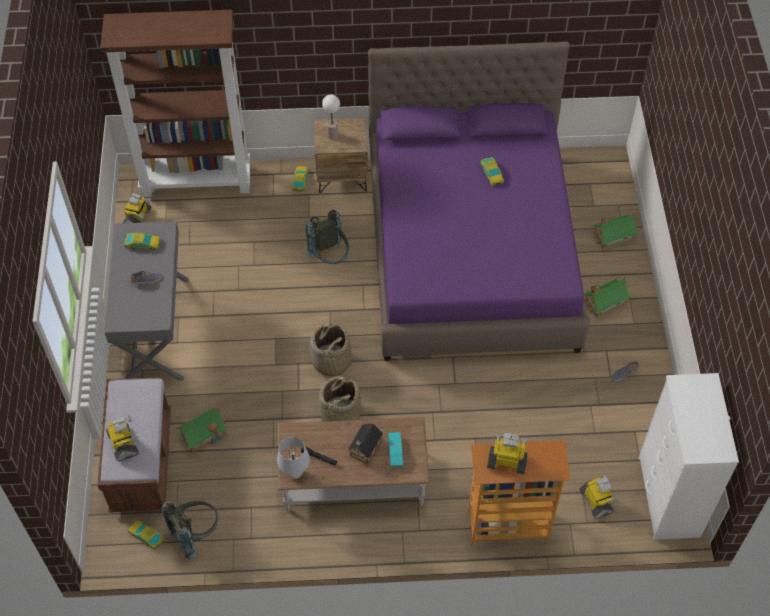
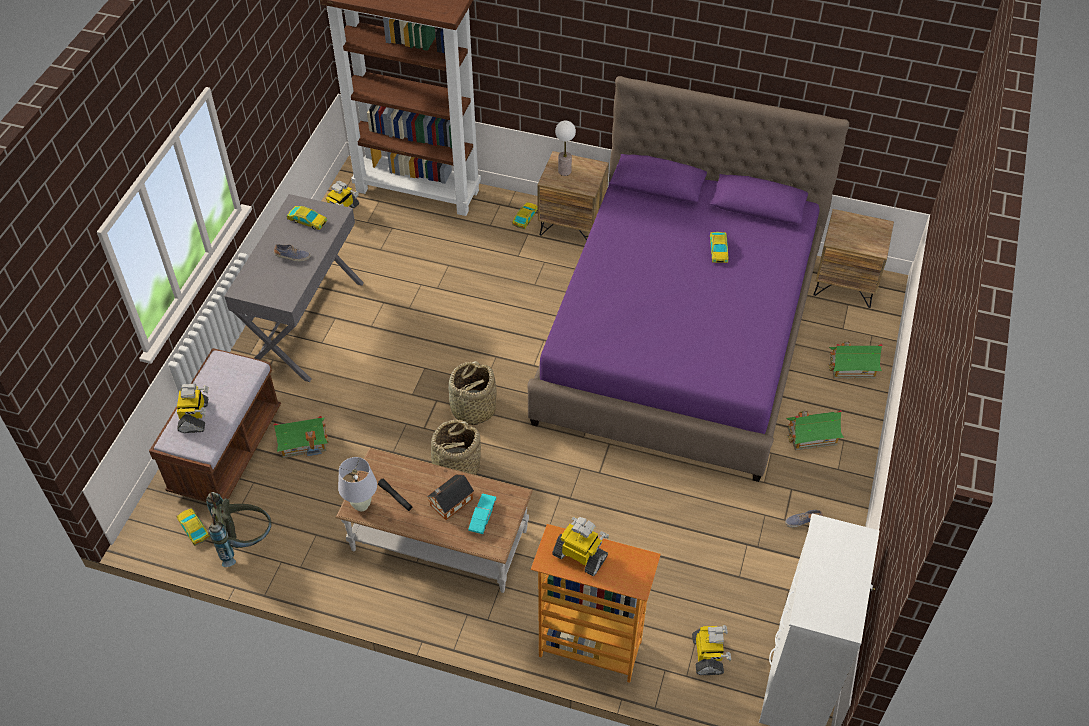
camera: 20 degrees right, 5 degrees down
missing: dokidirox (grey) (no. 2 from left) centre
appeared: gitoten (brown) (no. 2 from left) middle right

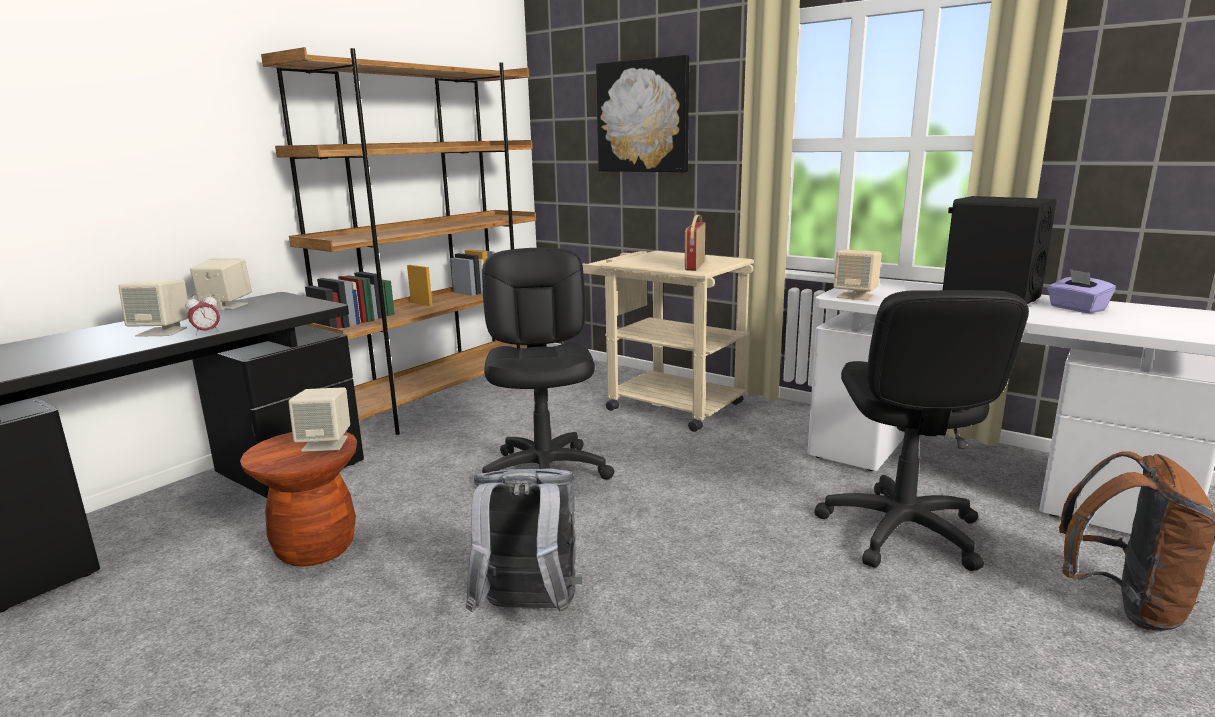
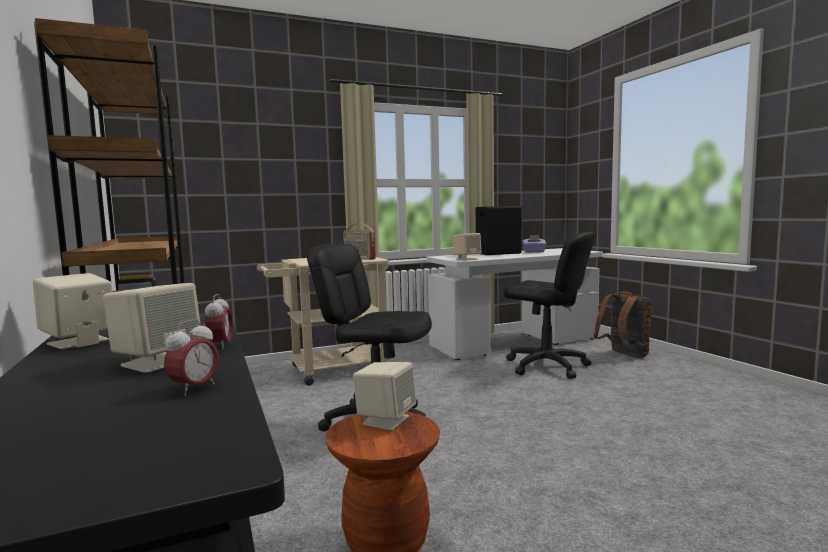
camera: 60 degrees left, 10 degrees down
missing: dokidirox (grey) bottom centre; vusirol top centre
appeared: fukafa (no. 1 from left) middle left

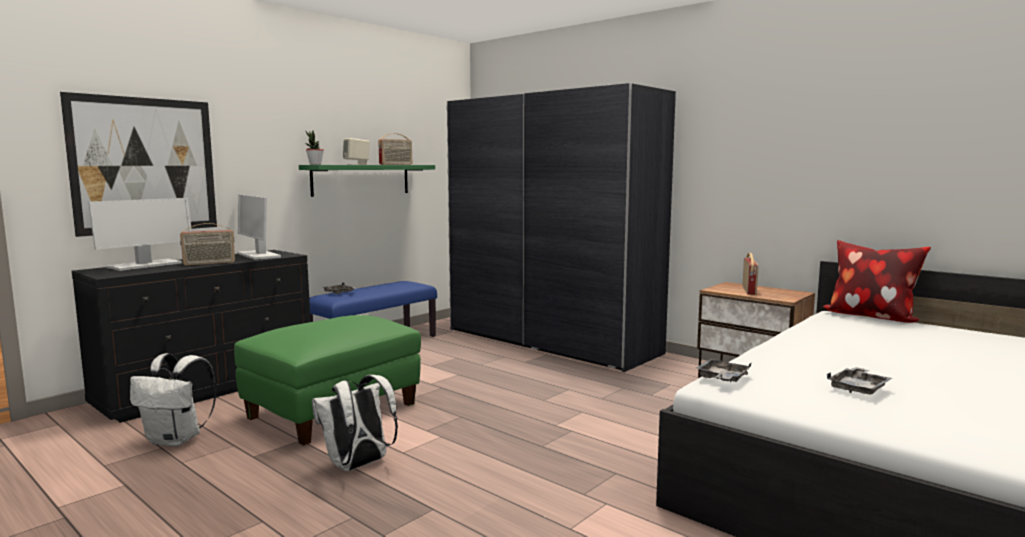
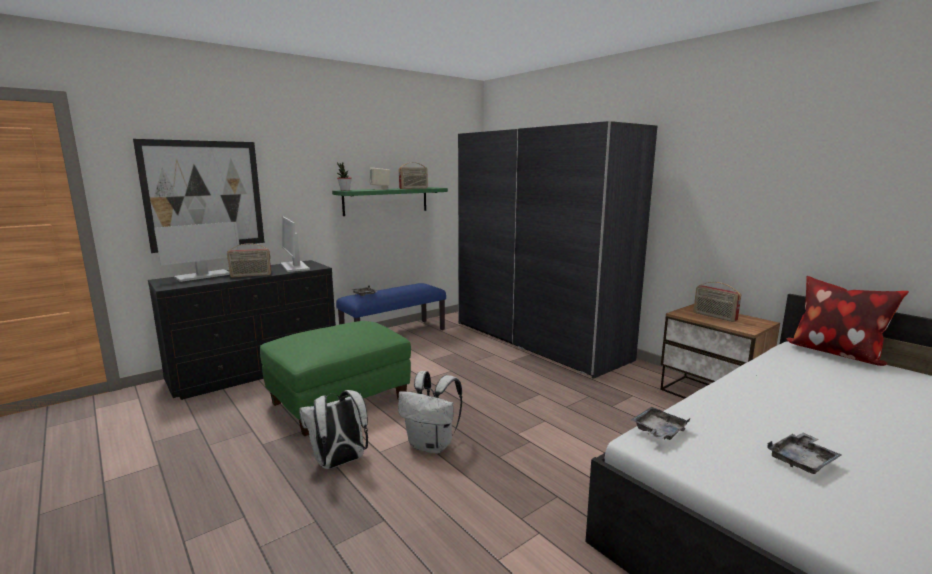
camera: 10 degrees right, 5 degrees up
relocated: dokidirox (white) (no. 1 from left in the first image) bottom left to dokidirox (white) (no. 2 from left) bottom centre
spun: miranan (no. 3 from left) middle right = middle right 120 degrees clockwise

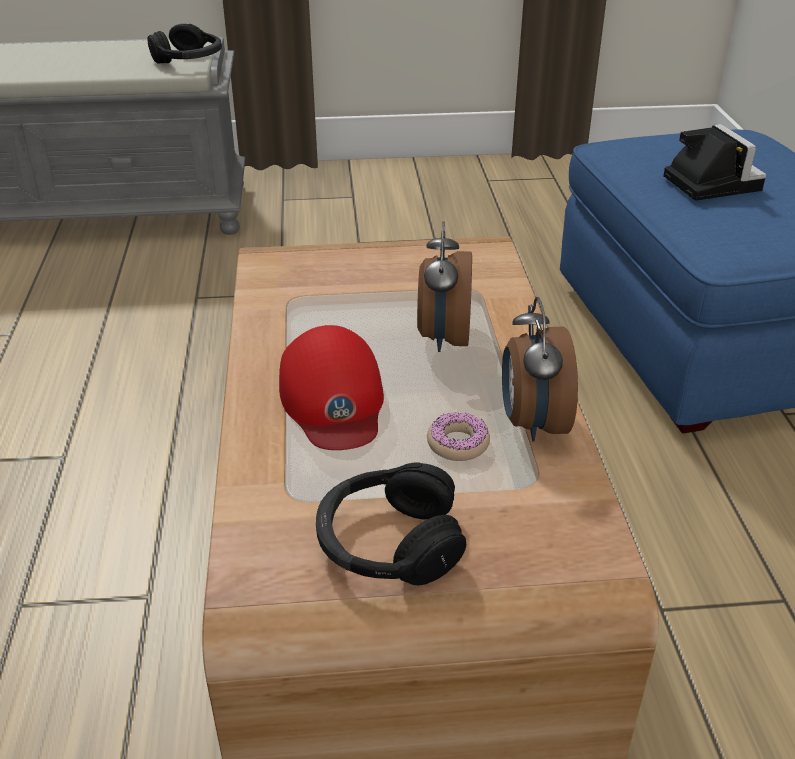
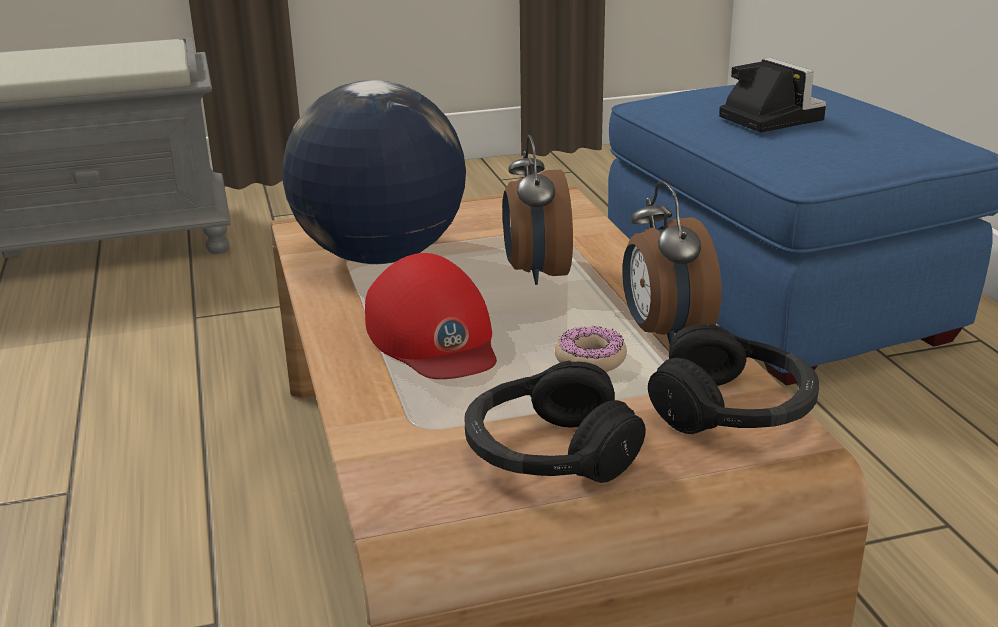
camera: 10 degrees left, 10 degrees down
appeared: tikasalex top centre
relocated: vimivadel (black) (no. 1 from left in the first image) top left to vimivadel (black) (no. 2 from left) middle right

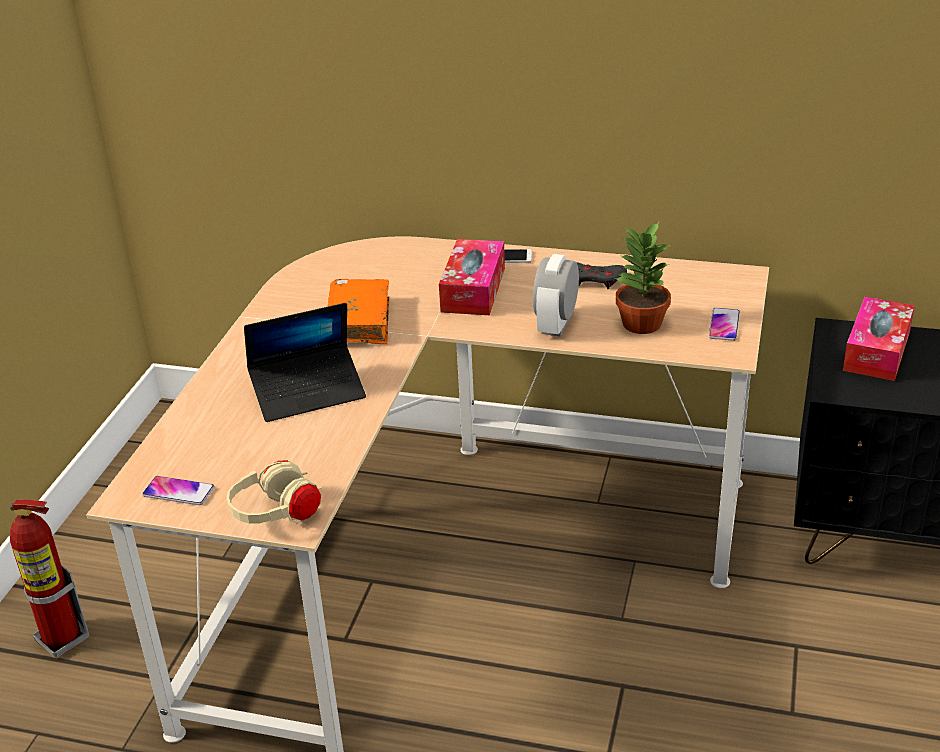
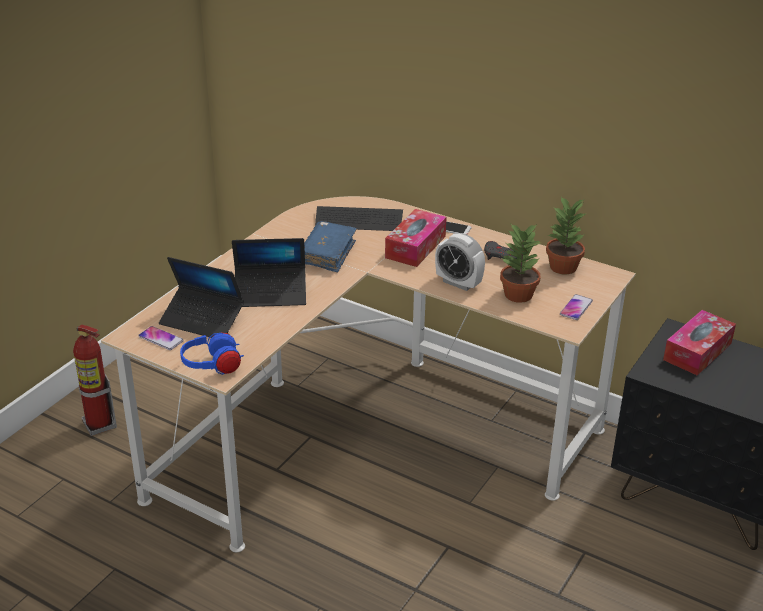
camera: 15 degrees right, 0 degrees up
appeared: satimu (no. 1 from left) middle left; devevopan centre; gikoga (no. 2 from left) middle right
colour: vimivadel (beige) middle left to vimivadel (blue) middle left; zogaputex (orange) centre to zogaputex (blue) centre
spun: fukafa centre = centre 90 degrees counterclockwise

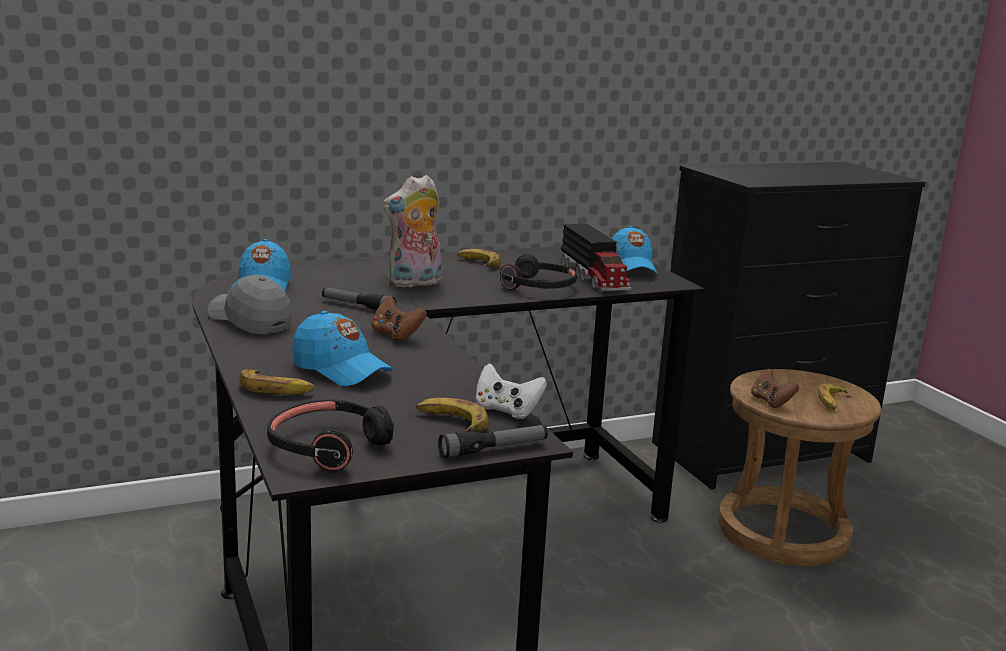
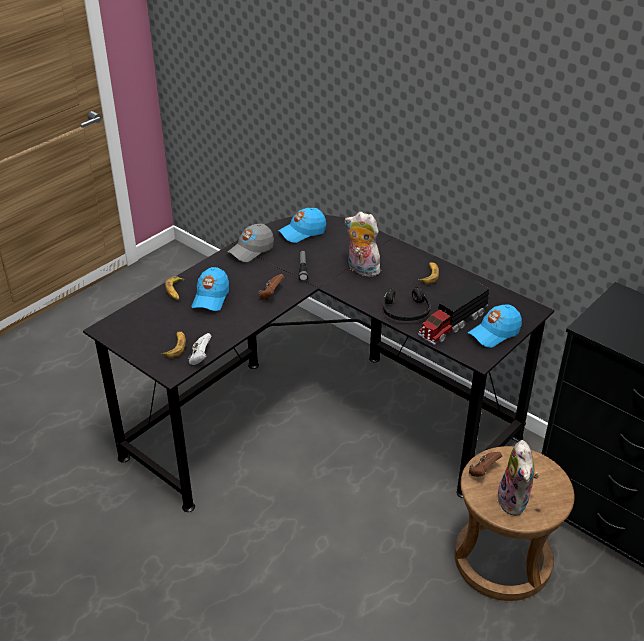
camera: 65 degrees right, 20 degrees up
missing: vimivadel (black) (no. 1 from left) bottom left; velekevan (no. 2 from left) bottom centre
exchanged: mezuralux (no. 4 from left) middle right to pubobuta (no. 2 from left) bottom right
spun: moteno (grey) middle left = centre 150 degrees counterclockwise

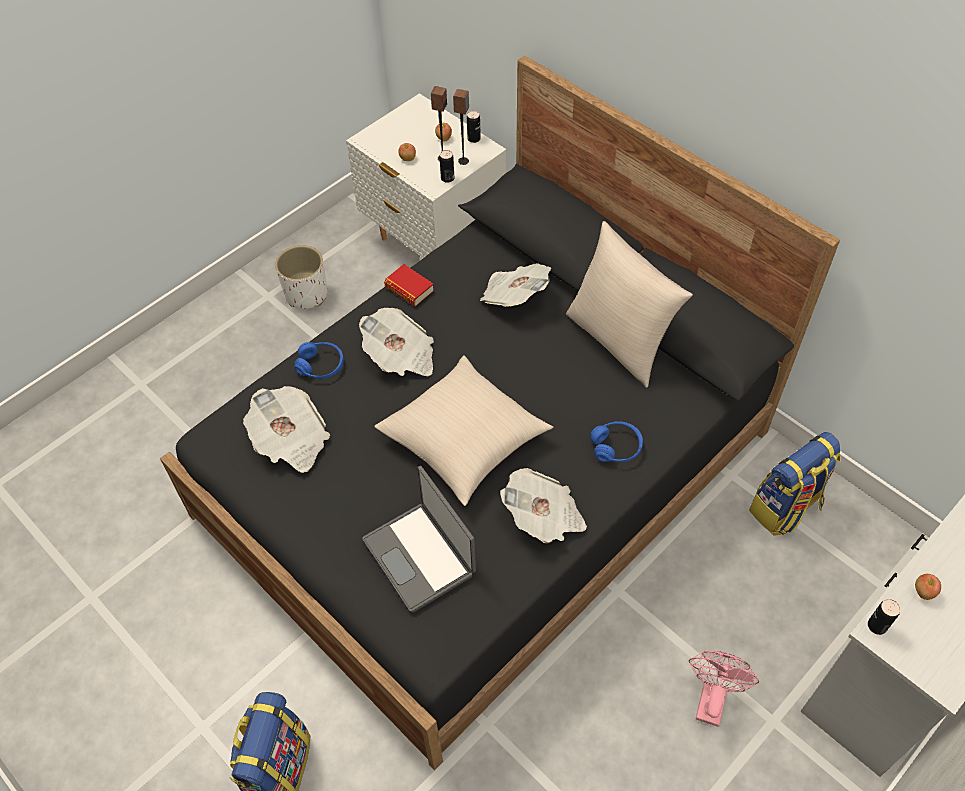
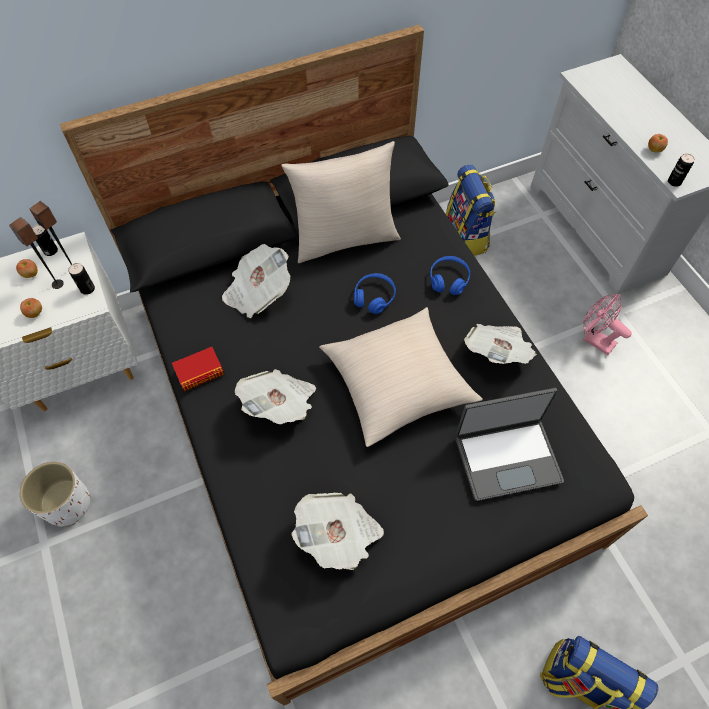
camera: 70 degrees left, 5 degrees up
relocated: vimivadel (blue) (no. 1 from left) middle left to centre

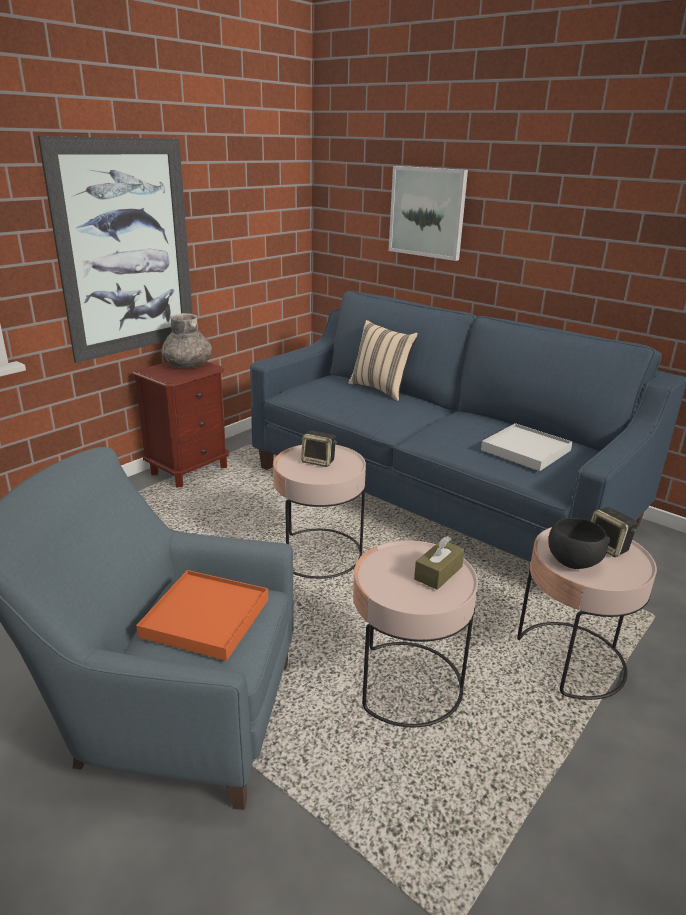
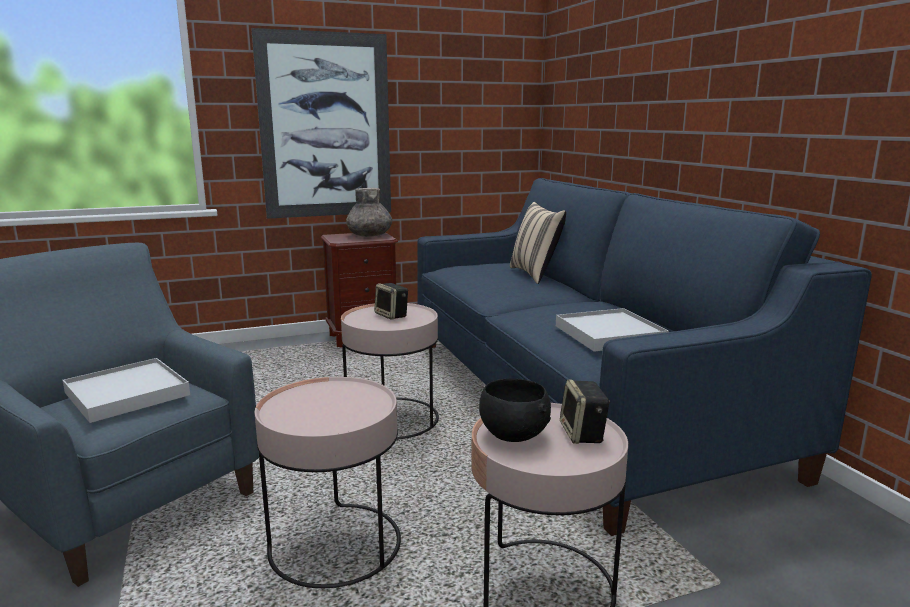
camera: 30 degrees right, 10 degrees down
missing: vusirol (no. 2 from left) top centre; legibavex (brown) centre
colour: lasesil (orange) bottom left to lasesil (white) (no. 1 from left) middle left

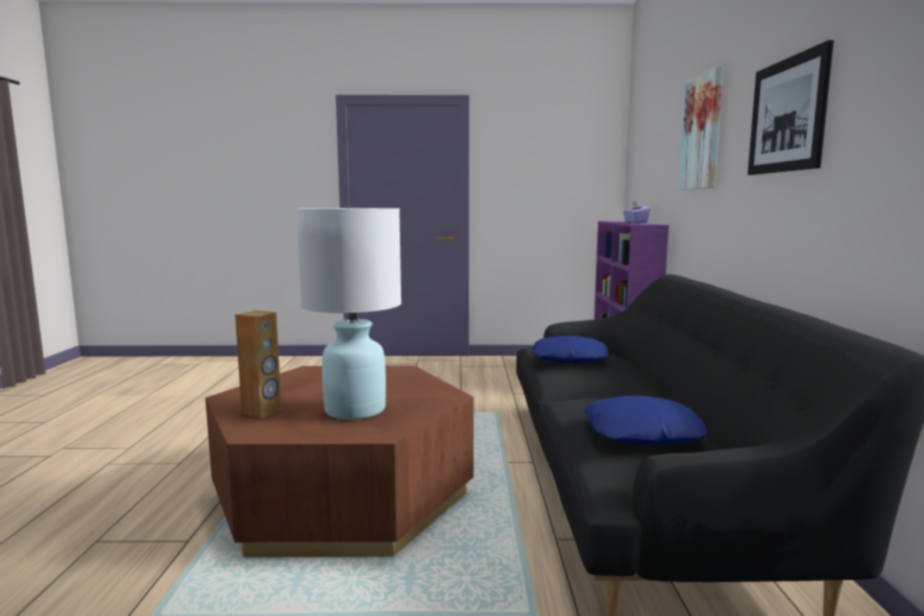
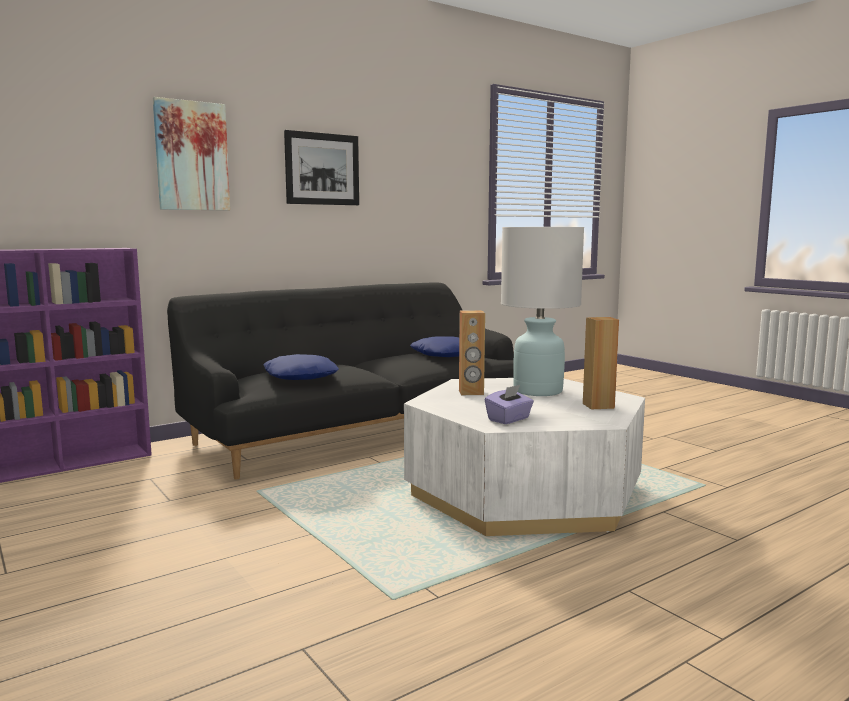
camera: 125 degrees left, 0 degrees up
appeared: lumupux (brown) (no. 1 from left) centre
relocated: legibavex (purple) middle right to centre
colour: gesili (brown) bottom centre to gesili (white) centre

